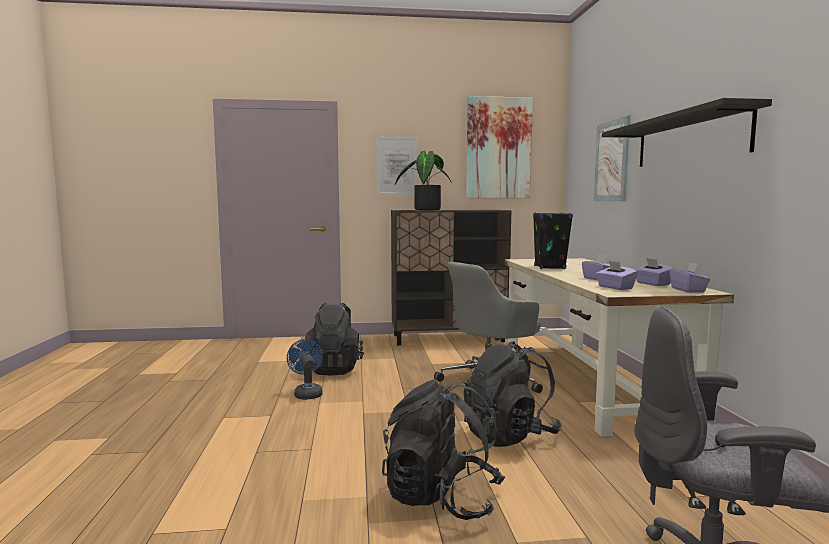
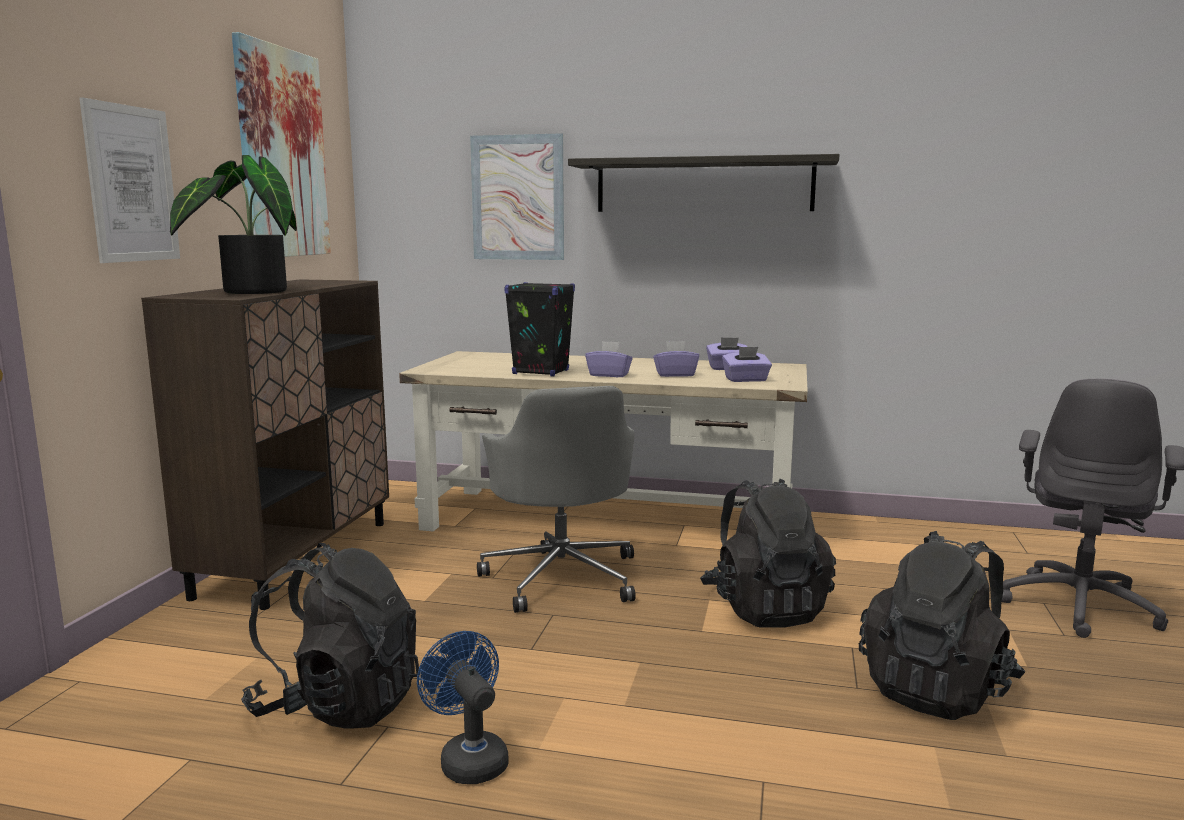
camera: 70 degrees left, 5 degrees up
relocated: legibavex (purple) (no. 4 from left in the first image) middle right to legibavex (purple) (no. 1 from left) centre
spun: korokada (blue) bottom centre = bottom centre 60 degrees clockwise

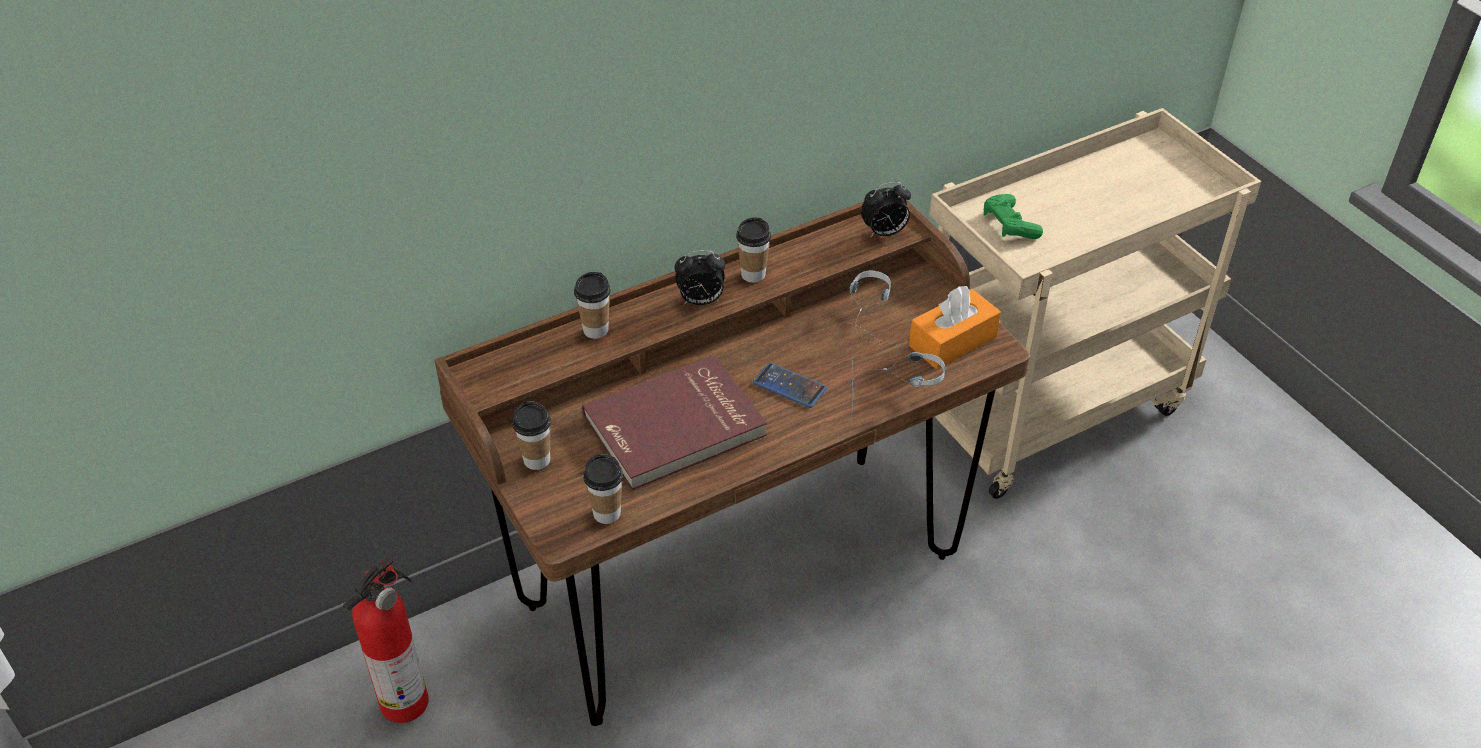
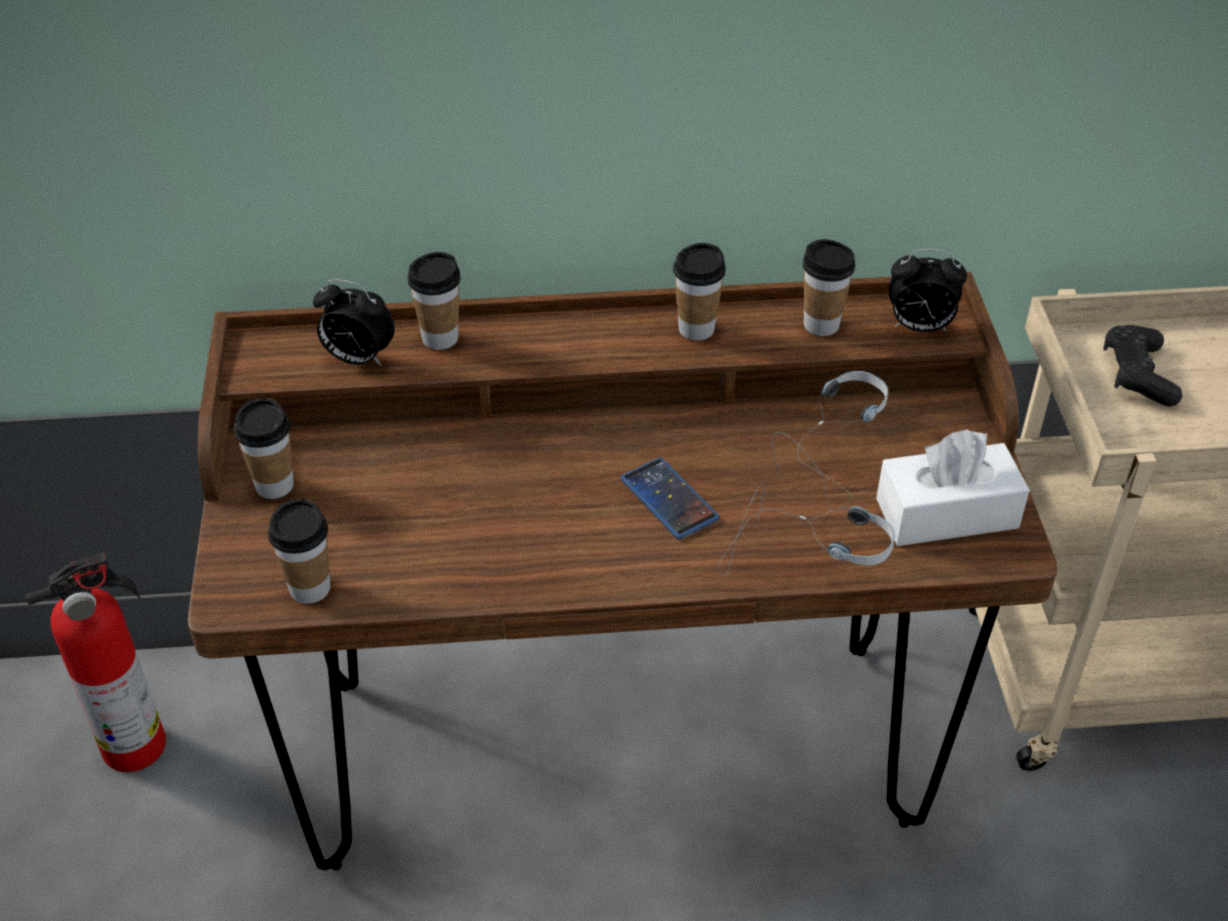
camera: 25 degrees right, 0 degrees up
missing: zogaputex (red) centre
appeared: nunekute (no. 5 from left) top right
relocated: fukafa (no. 1 from left) centre to middle left
colour: legibavex (orange) centre to legibavex (white) middle right; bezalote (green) top right to bezalote (black) middle right

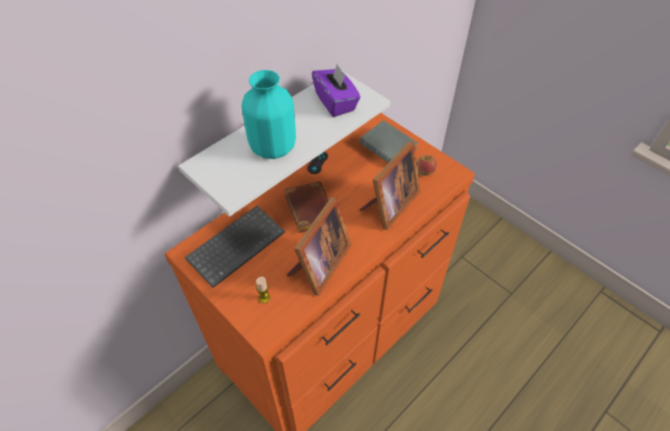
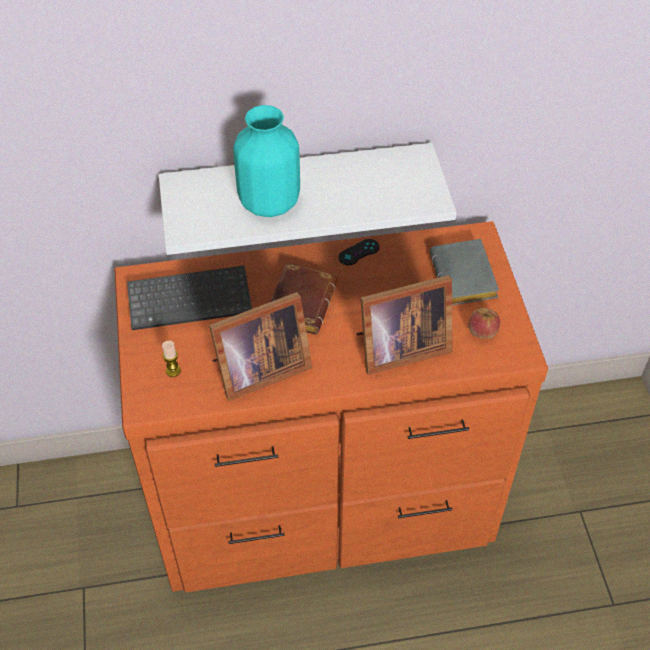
camera: 35 degrees right, 0 degrees up
missing: legibavex (purple) top centre

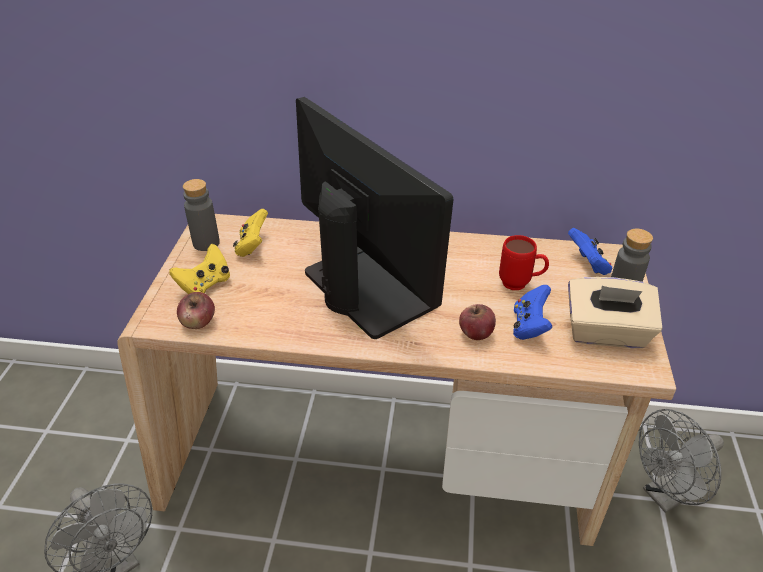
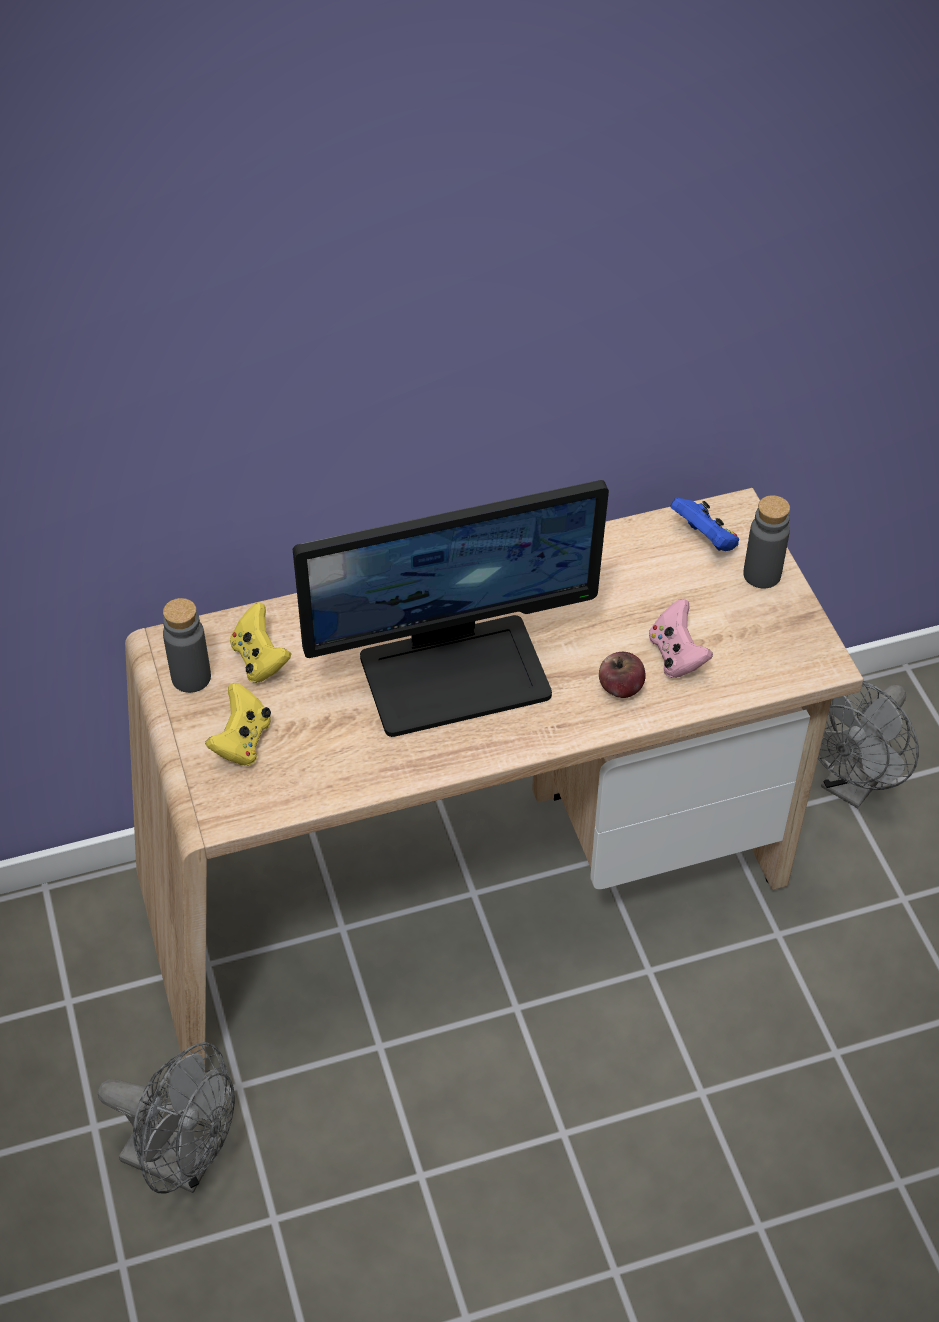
camera: 25 degrees left, 10 degrees up
missing: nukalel (no. 1 from left) middle left; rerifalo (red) middle right; legibavex (beige) middle right
colour: bezalote (blue) (no. 1 from left) middle right to bezalote (pink) middle right
spun: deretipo centre = centre 135 degrees clockwise

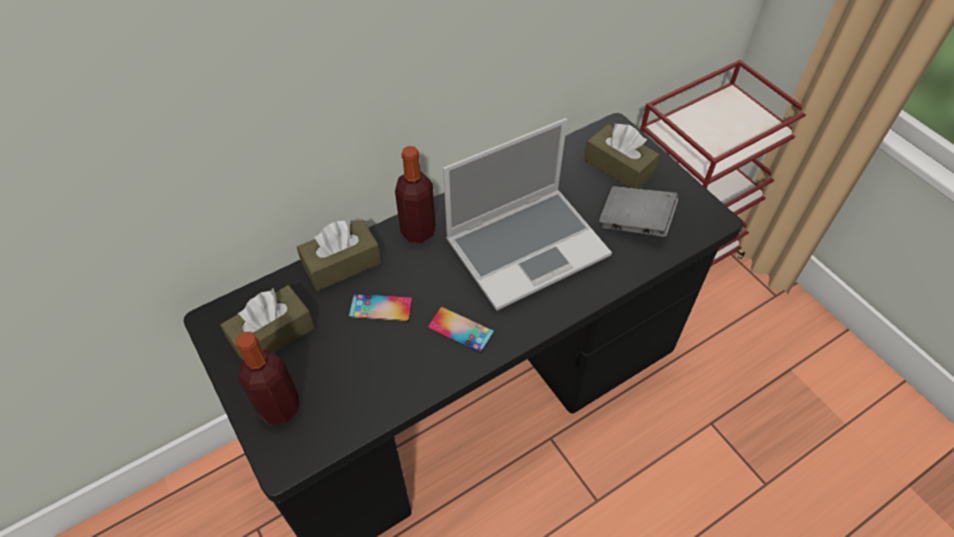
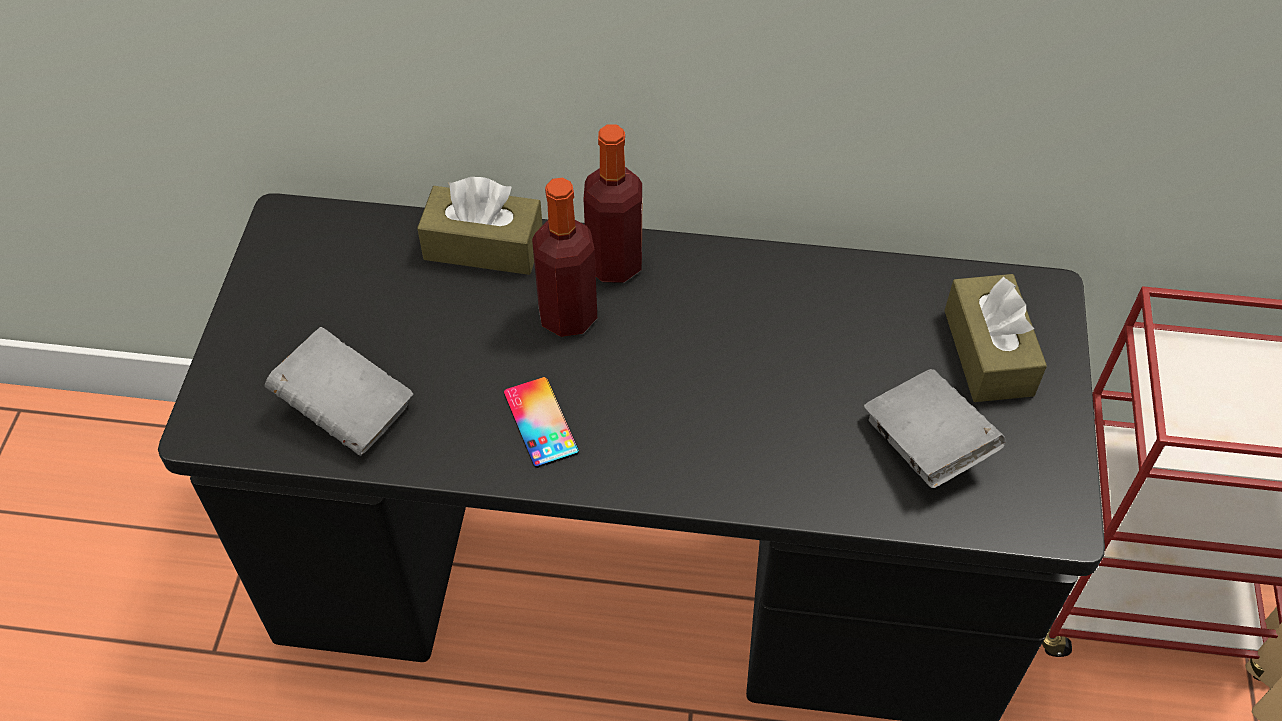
camera: 40 degrees right, 0 degrees up
missing: legibavex (brown) (no. 1 from left) middle left; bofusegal (no. 1 from left) centre; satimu centre
appeared: zogaputex (grey) (no. 1 from left) middle left
relocated: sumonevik (no. 1 from left) bottom left to centre

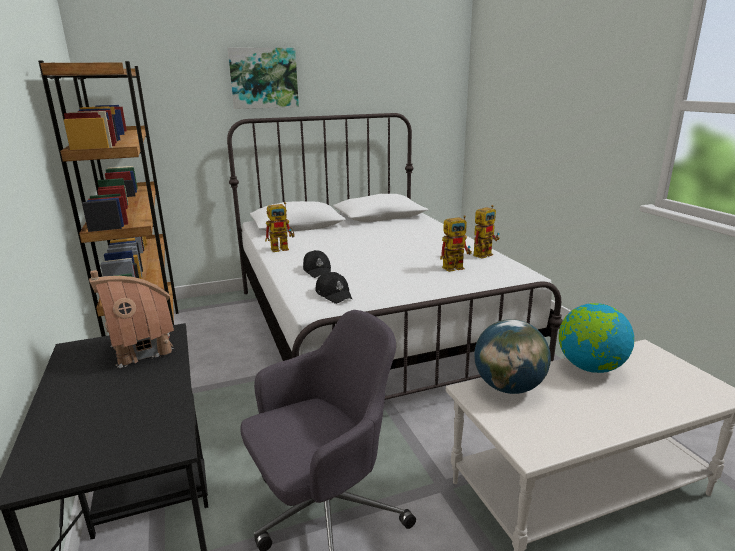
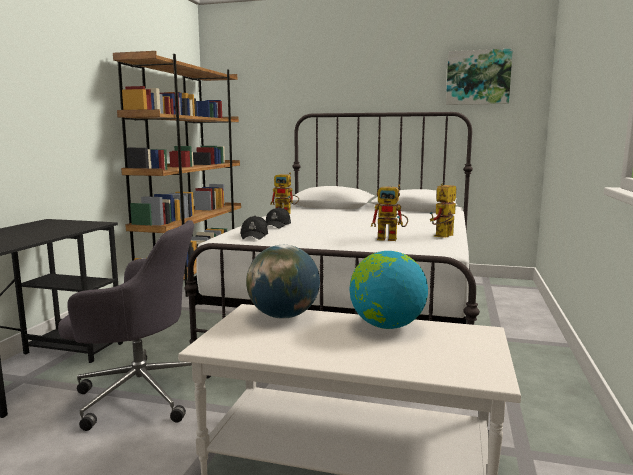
camera: 35 degrees right, 10 degrees down
missing: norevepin middle left
relocated: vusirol top centre to top right
spun: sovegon (no. 3 from left) centre = middle right 135 degrees clockwise

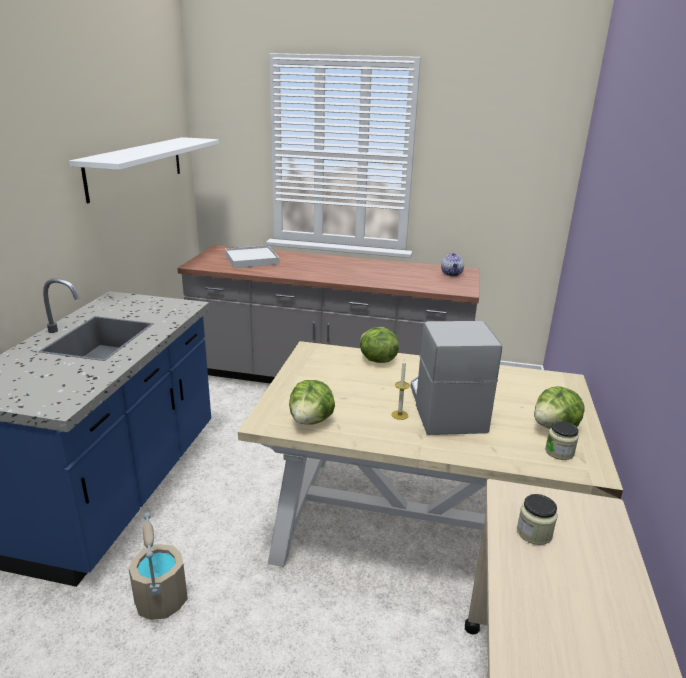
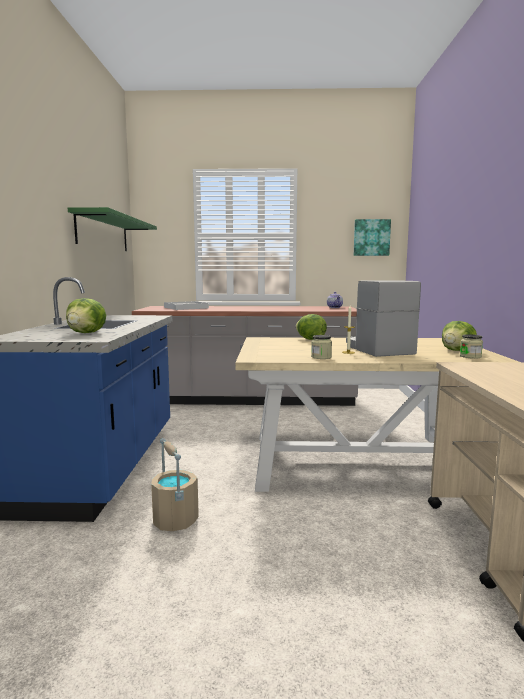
camera: 10 degrees left, 15 degrees down
appeared: vusirol middle right
relocated: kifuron (no. 1 from left) centre to middle left; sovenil (no. 1 from left) bottom right to centre
colour: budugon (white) top left to budugon (green) top left

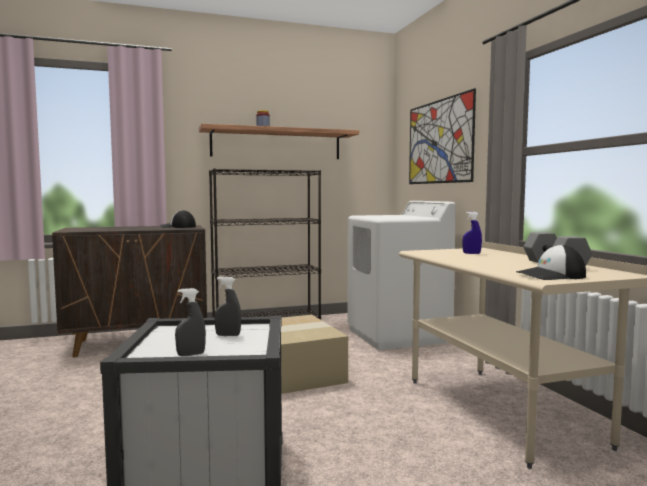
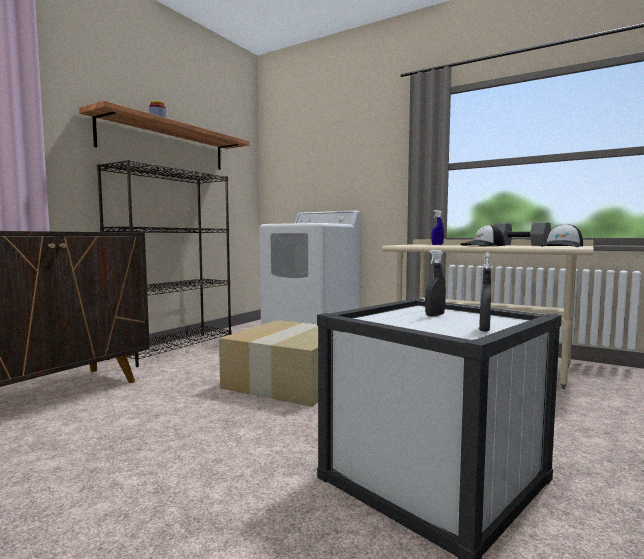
camera: 40 degrees left, 0 degrees up
missing: vusirol top right
relocated: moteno (no. 1 from left) middle left to middle right

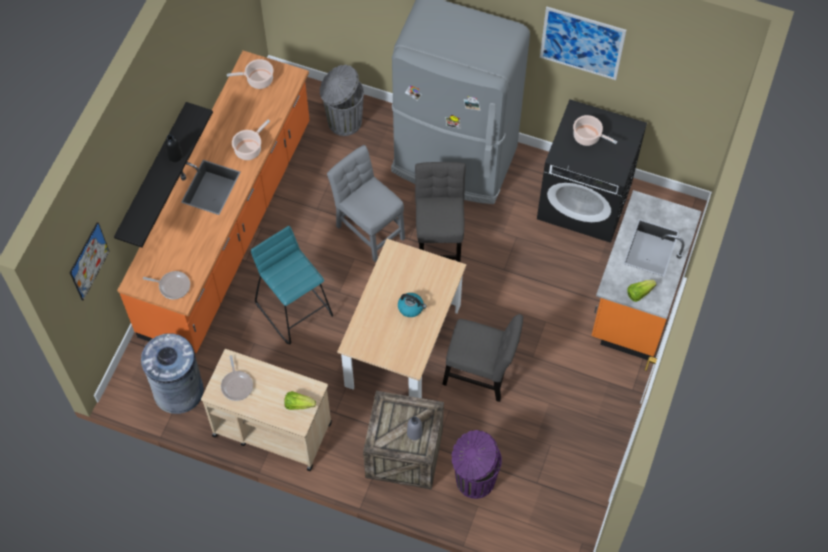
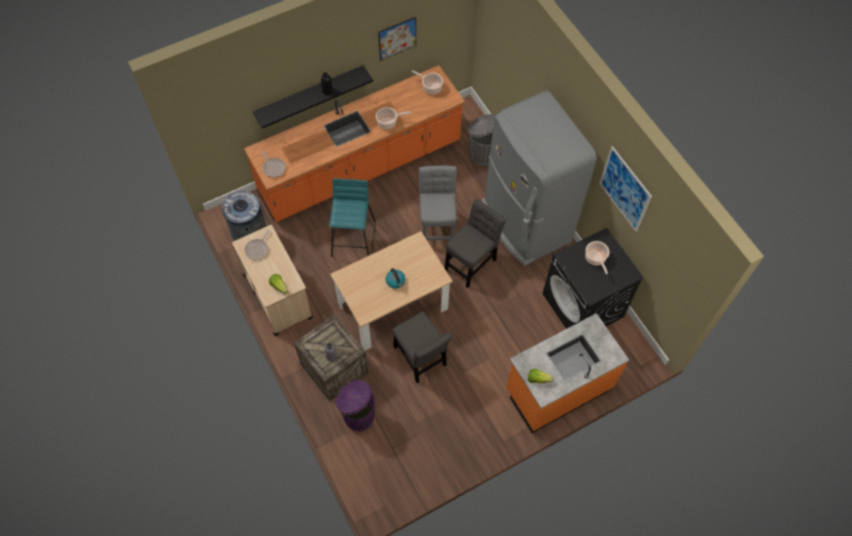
camera: 40 degrees right, 0 degrees up
relocated: vusirol (no. 1 from left) middle left to top centre

